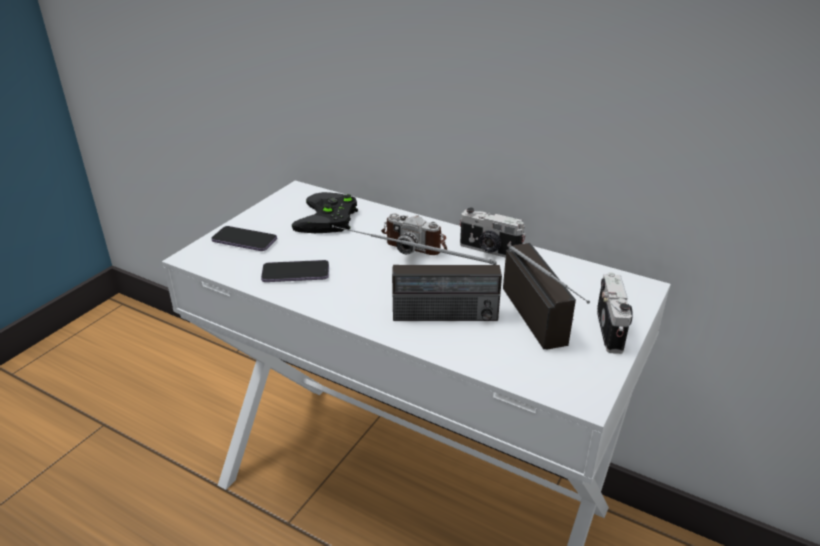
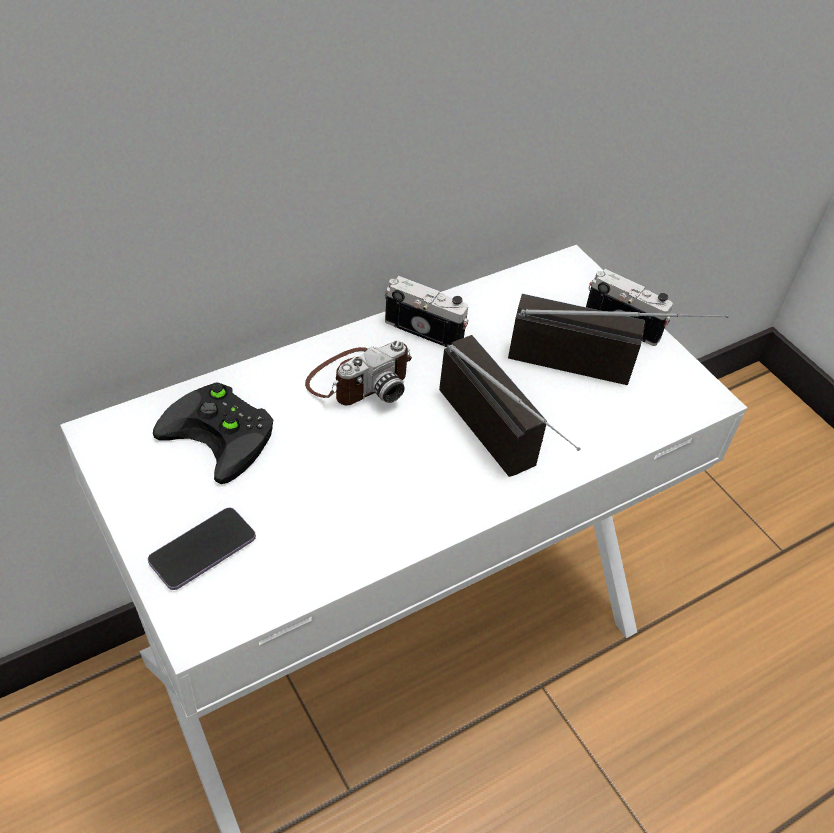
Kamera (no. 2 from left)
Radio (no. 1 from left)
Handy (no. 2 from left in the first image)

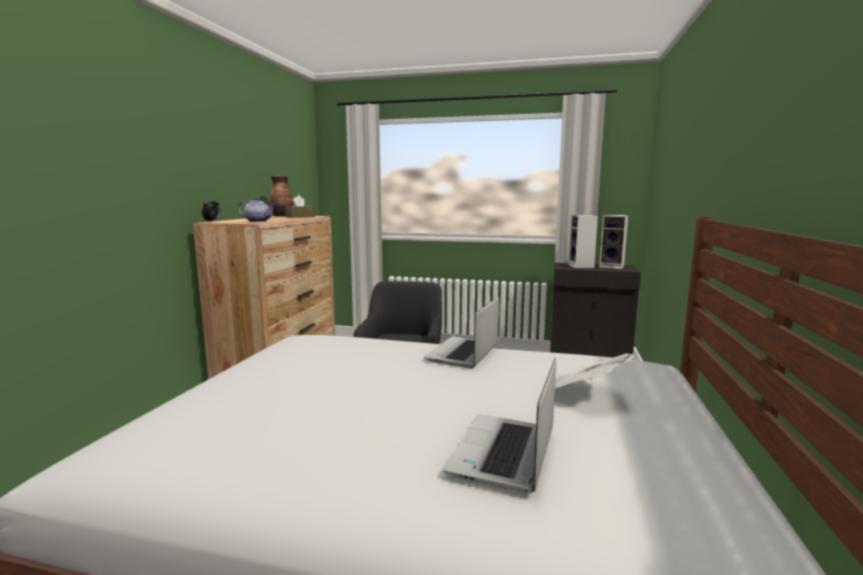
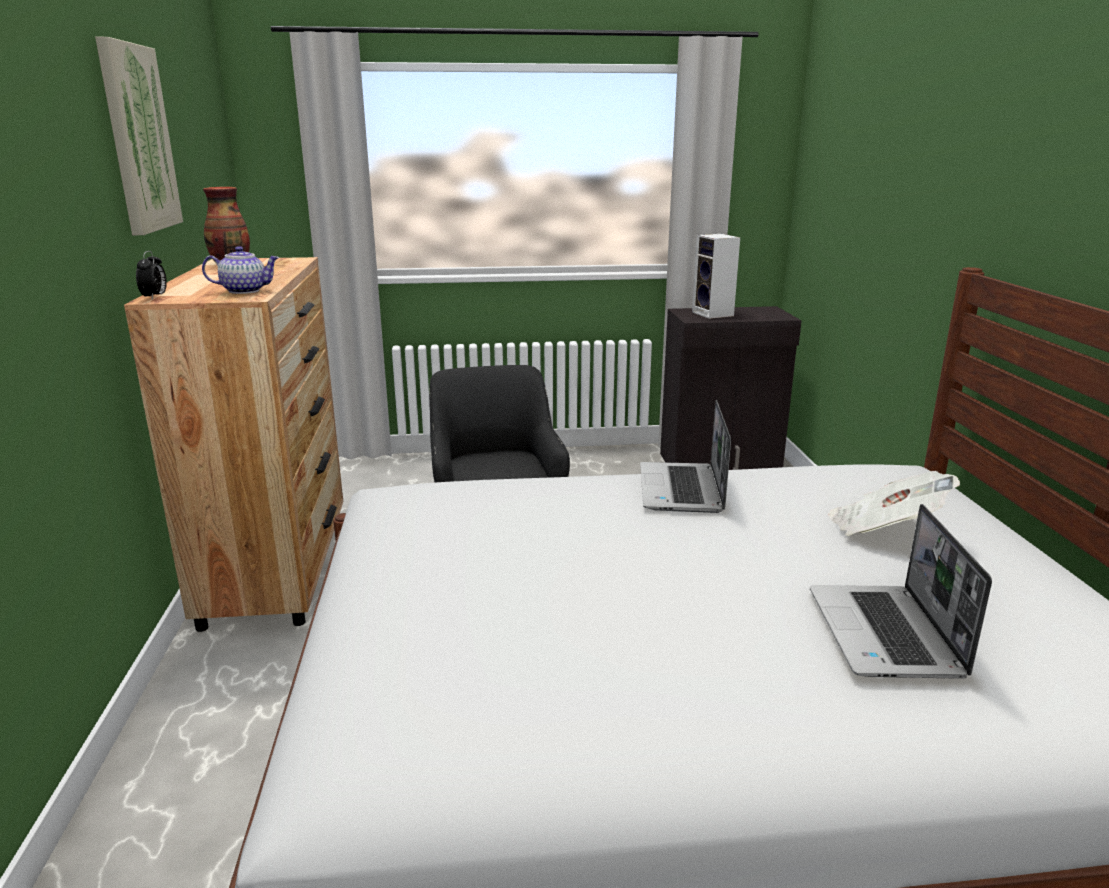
Bild
Taschentuchbox (braun)
Lautsprecher (no. 2 from left in the first image)

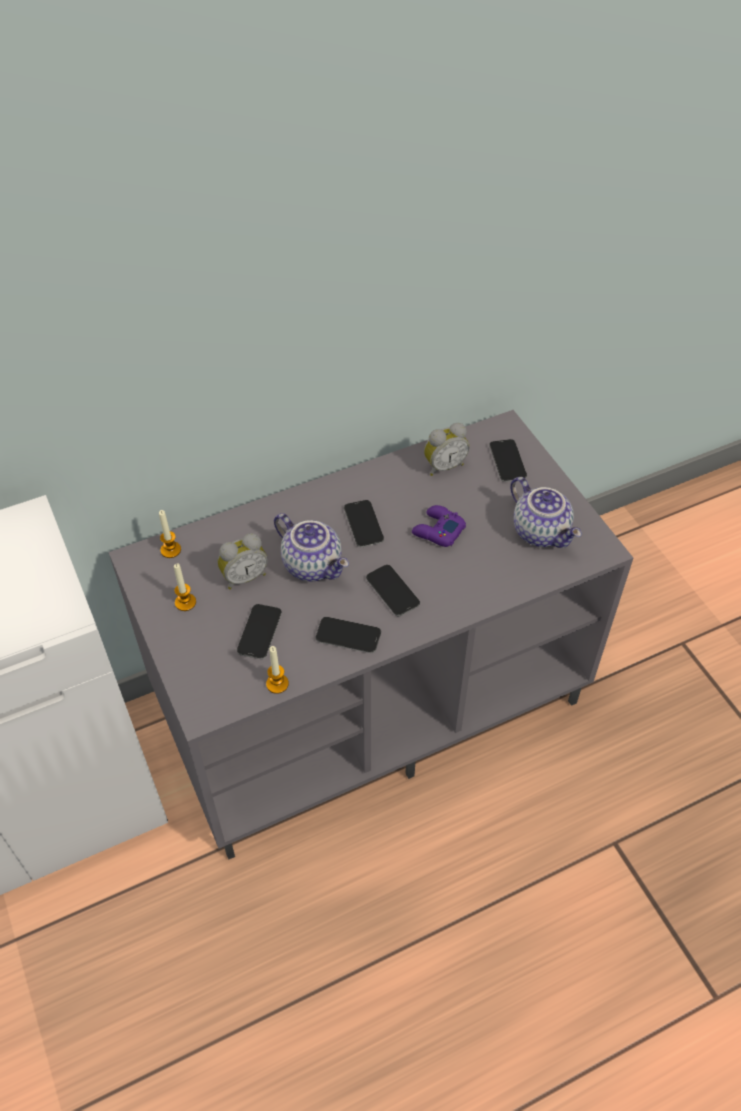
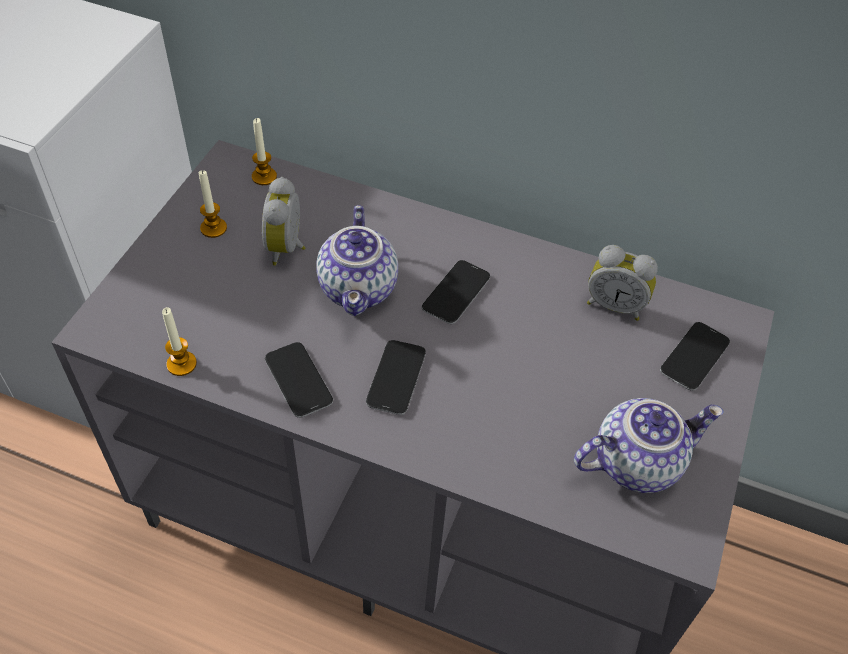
Wecker (no. 1 from left)
Teekanne (no. 2 from left)
Handy (no. 1 from left in the first image)
Gamepad (lila)

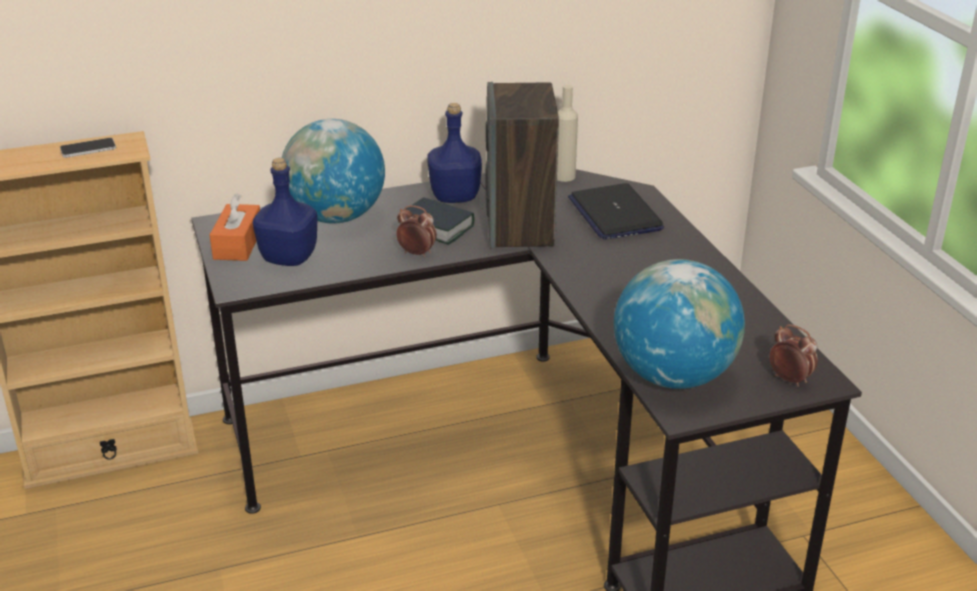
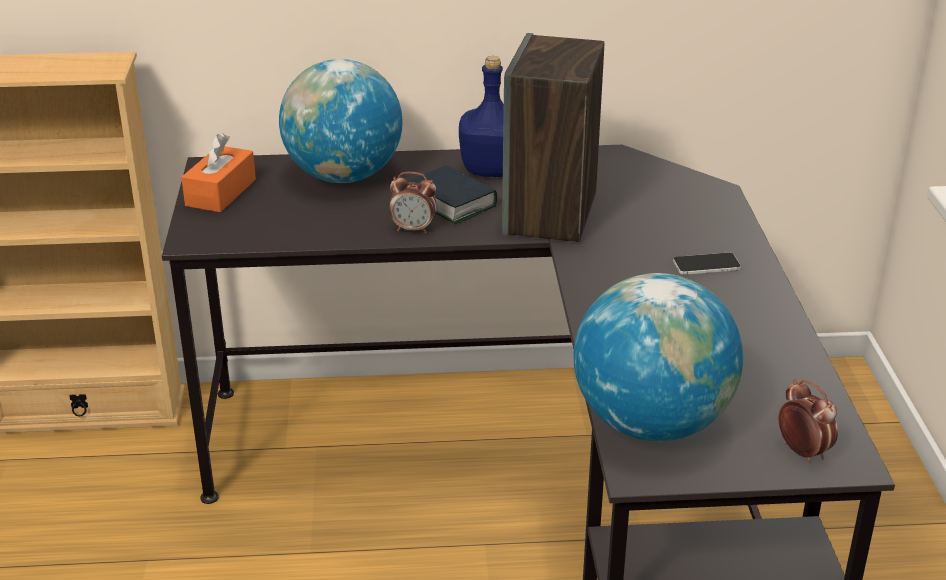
Wecker (no. 1 from left)
Handy
Flasche (blau) (no. 1 from left in the first image)
Flasche (beige)
Laptop

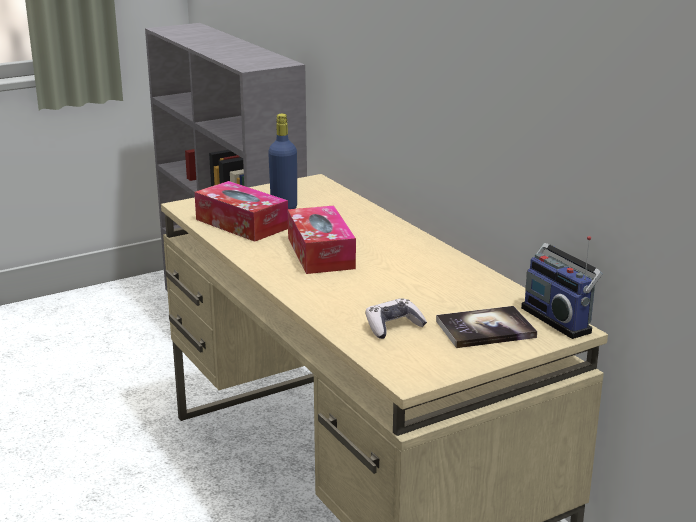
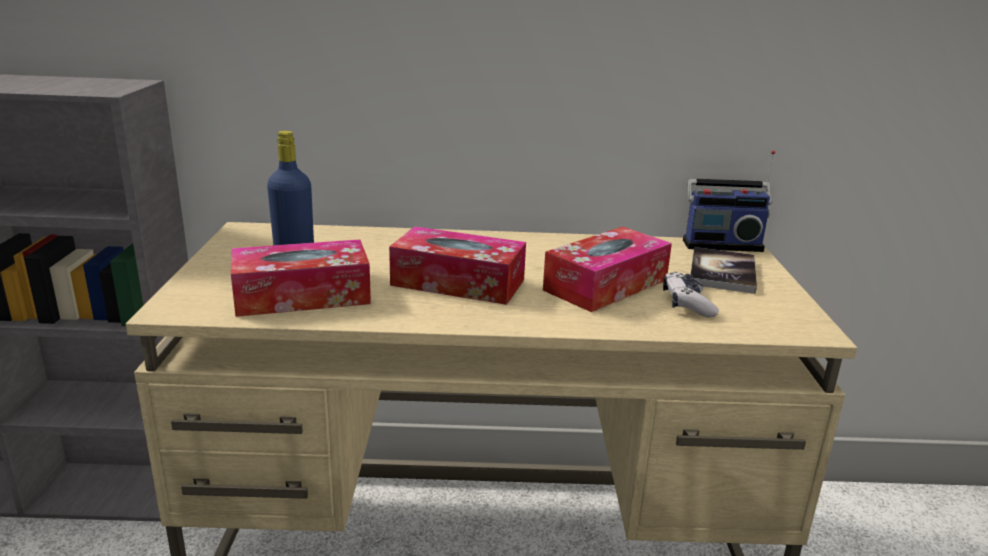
Taschentuchbox (no. 3 from left)

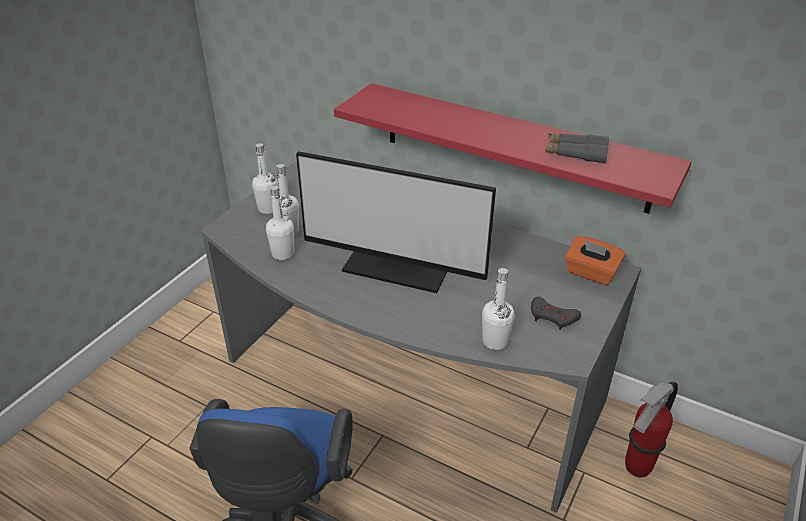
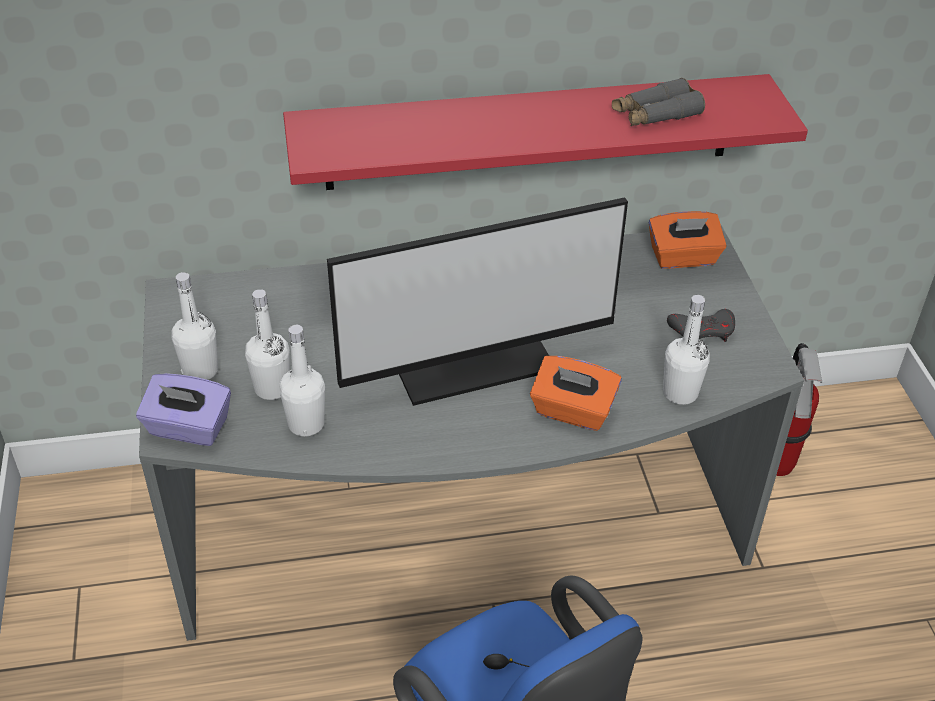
Taschentuchbox (lila)
Taschentuchbox (orange) (no. 1 from left)

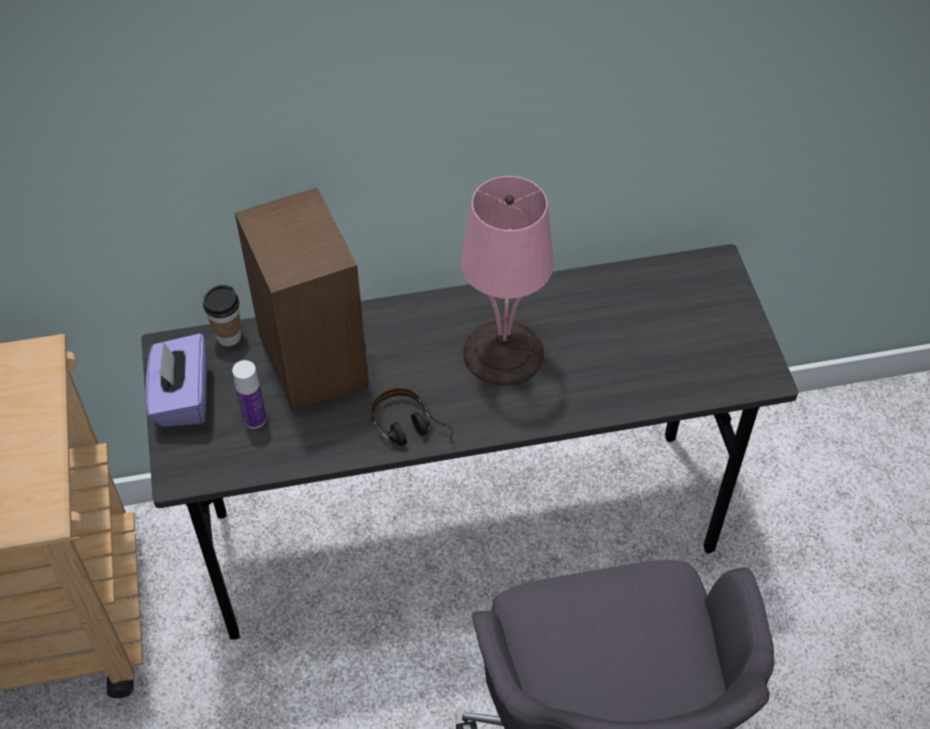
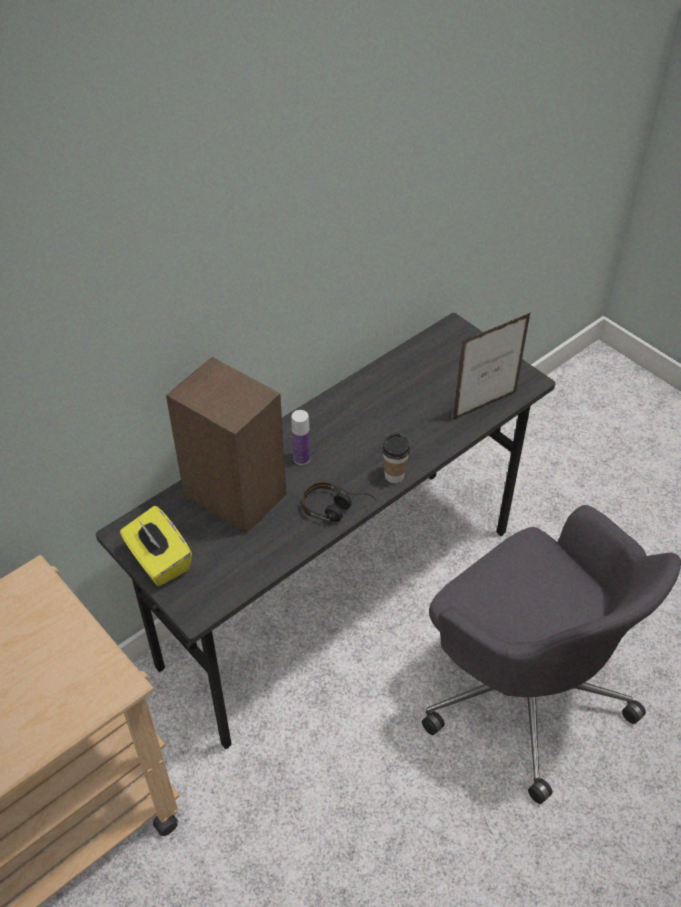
Taschentuchbox (gelb)
Flasche
Tasse
Bilderrahmen
Tischlampe (rosa)

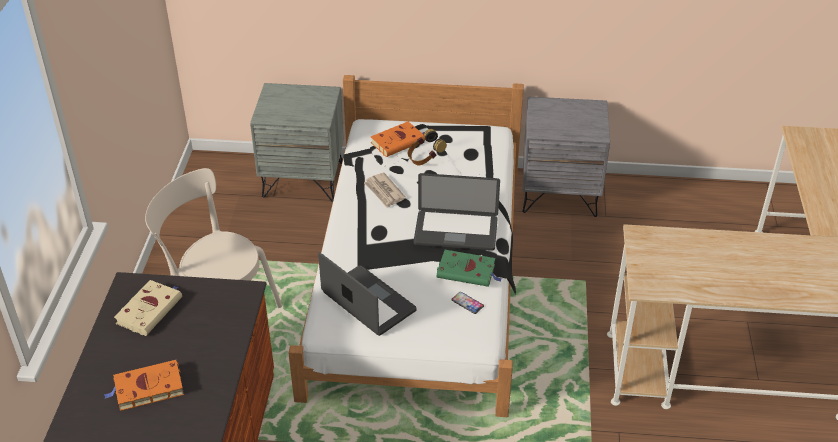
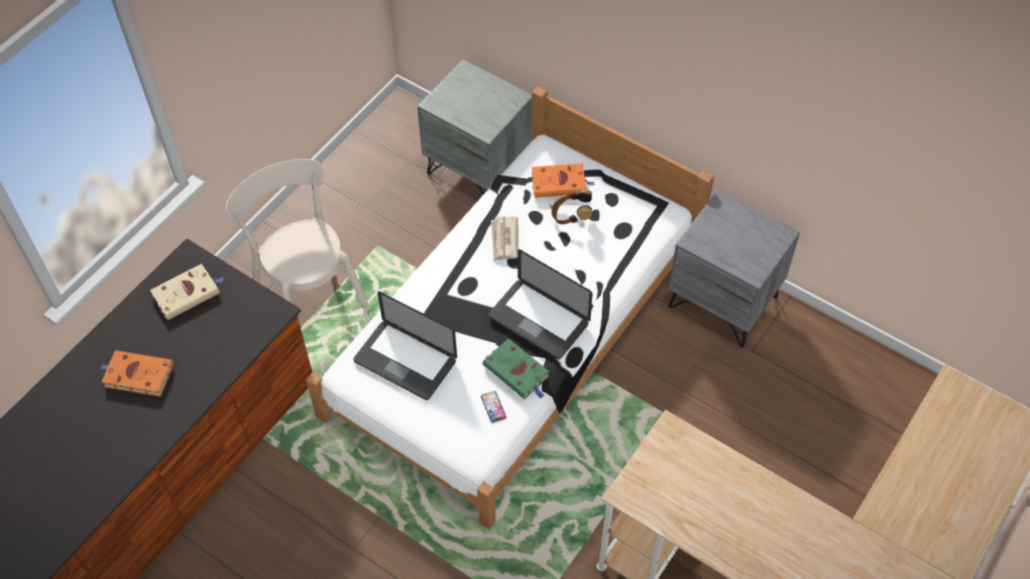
Laptop (no. 1 from left)

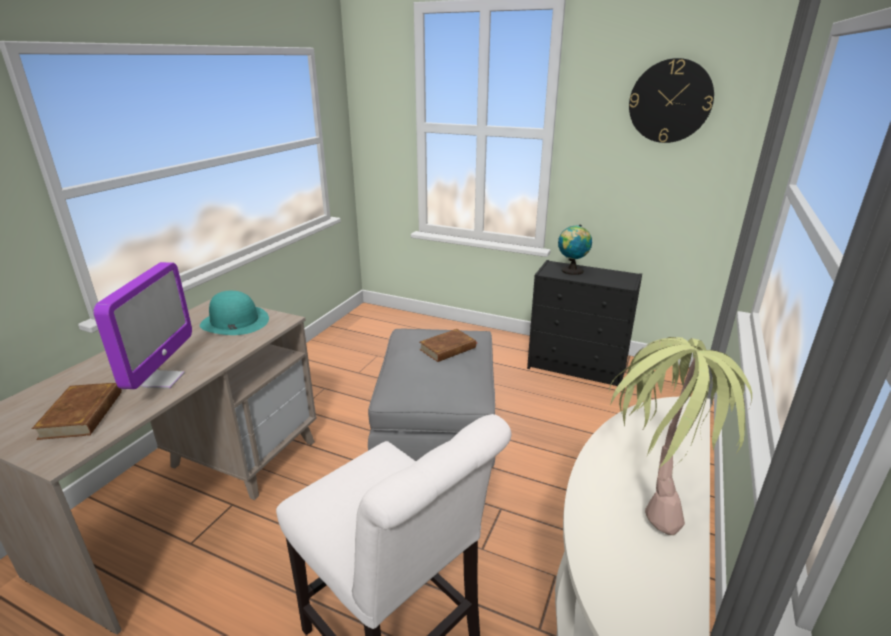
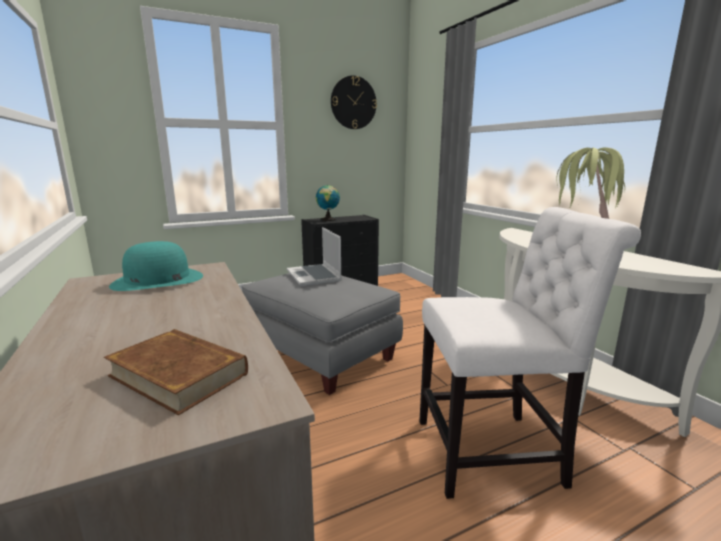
Laptop
Monitor

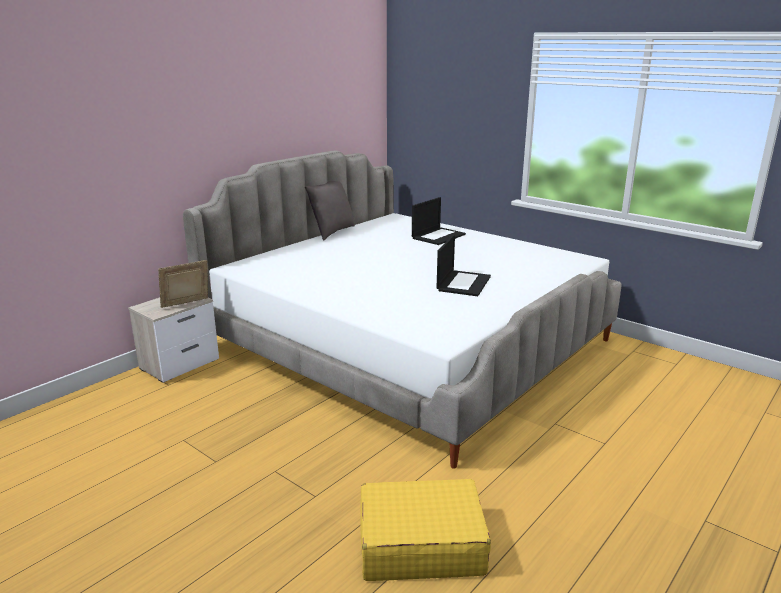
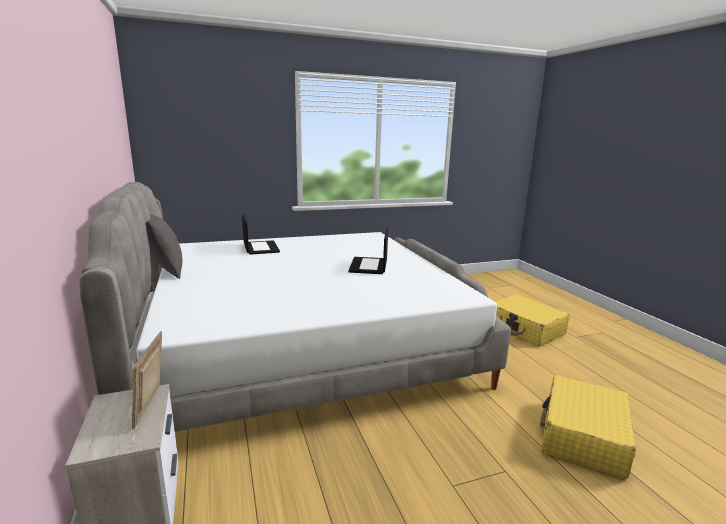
Laptop (no. 2 from left)
Koffer (gelb) (no. 1 from left)

